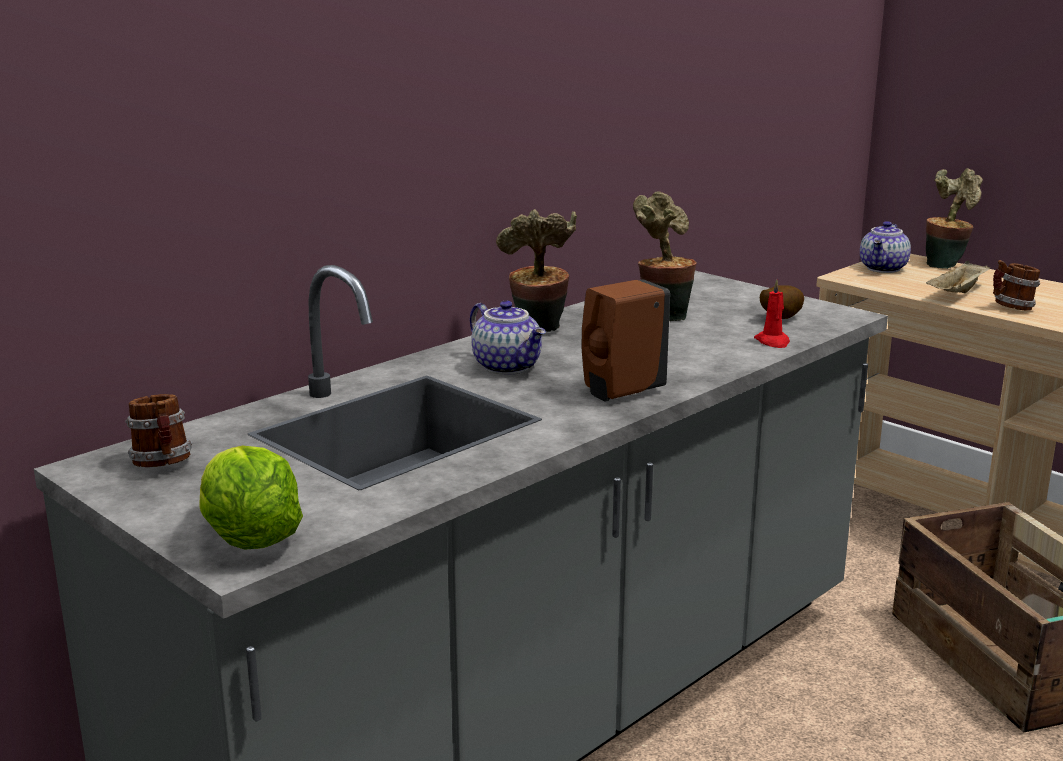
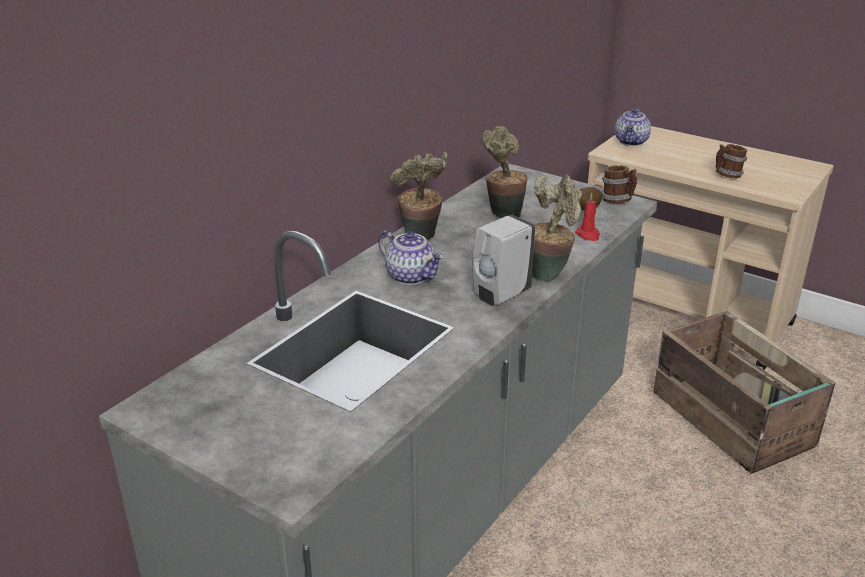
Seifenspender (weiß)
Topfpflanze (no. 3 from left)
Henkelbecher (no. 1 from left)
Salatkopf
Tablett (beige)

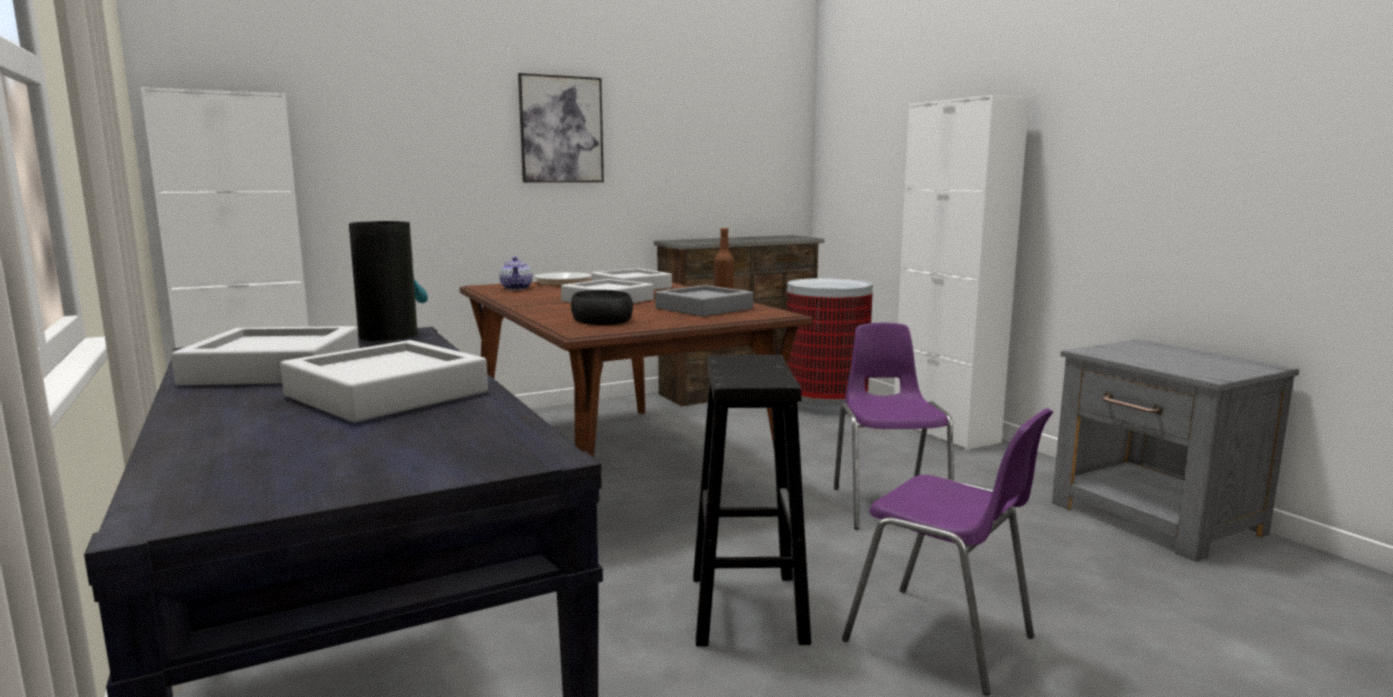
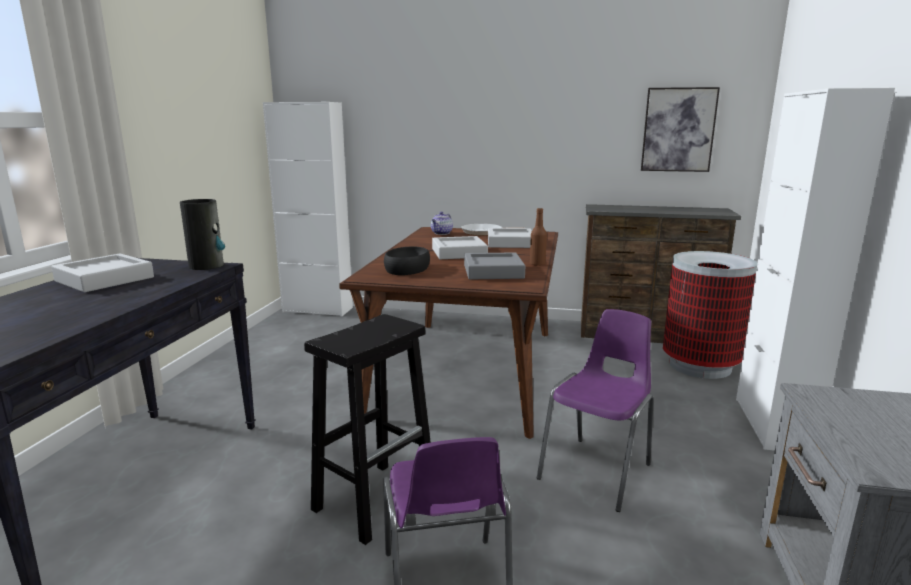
Bild
Tablett (grau) (no. 2 from left in the first image)

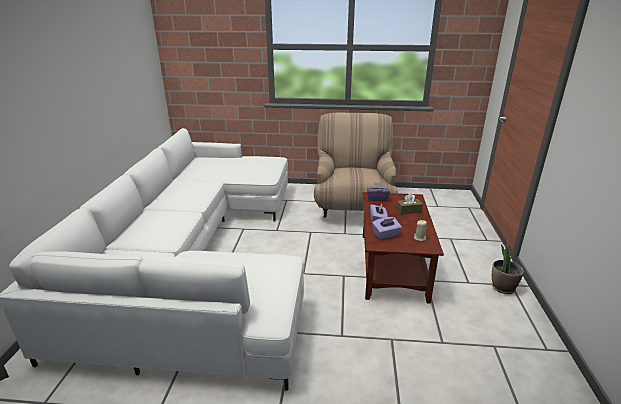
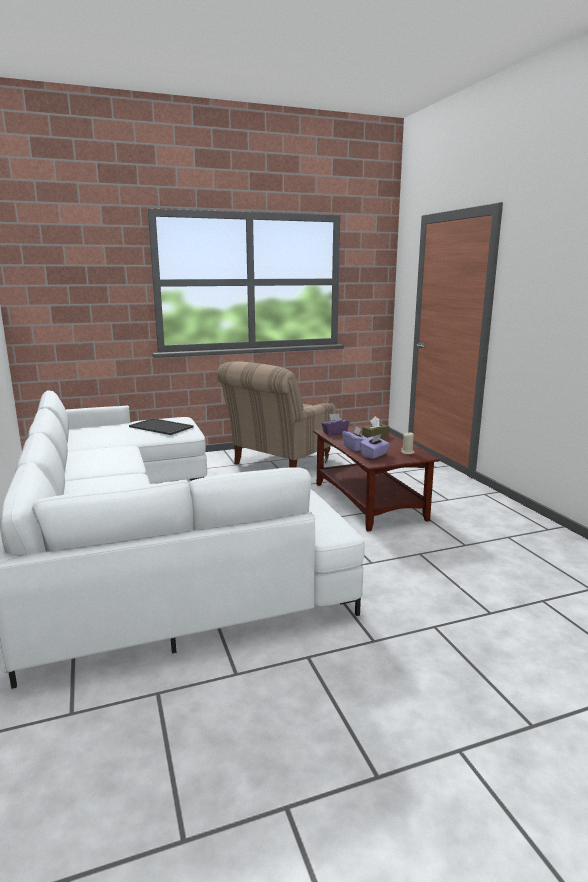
Tablett
Sessel (beige)
Topfpflanze

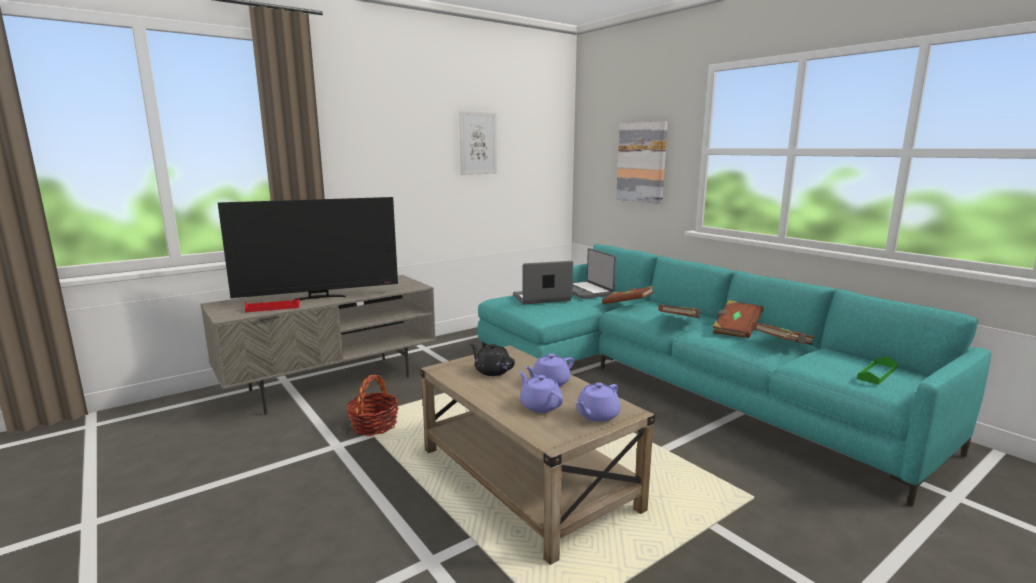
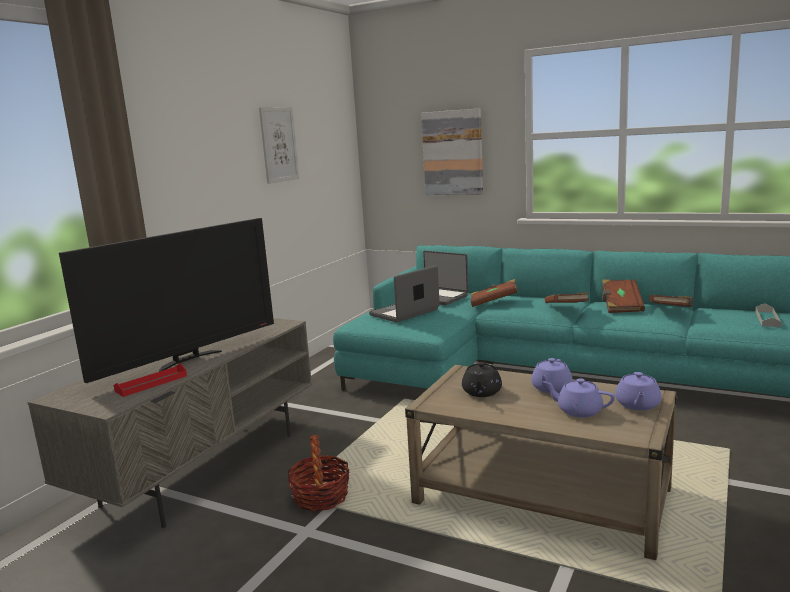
Teekanne (schwarz)
Tablett (grau)

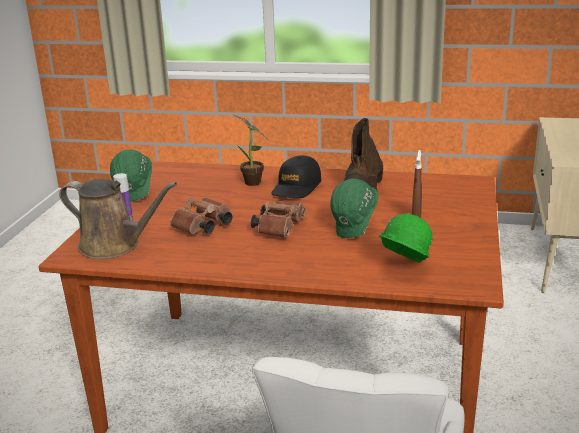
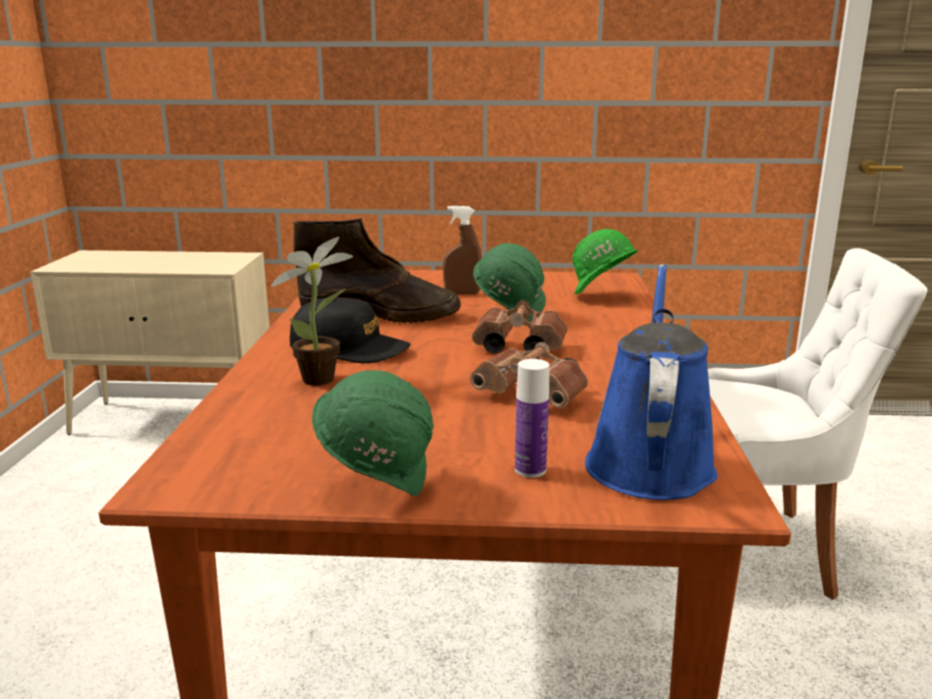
Gießkanne (blau)

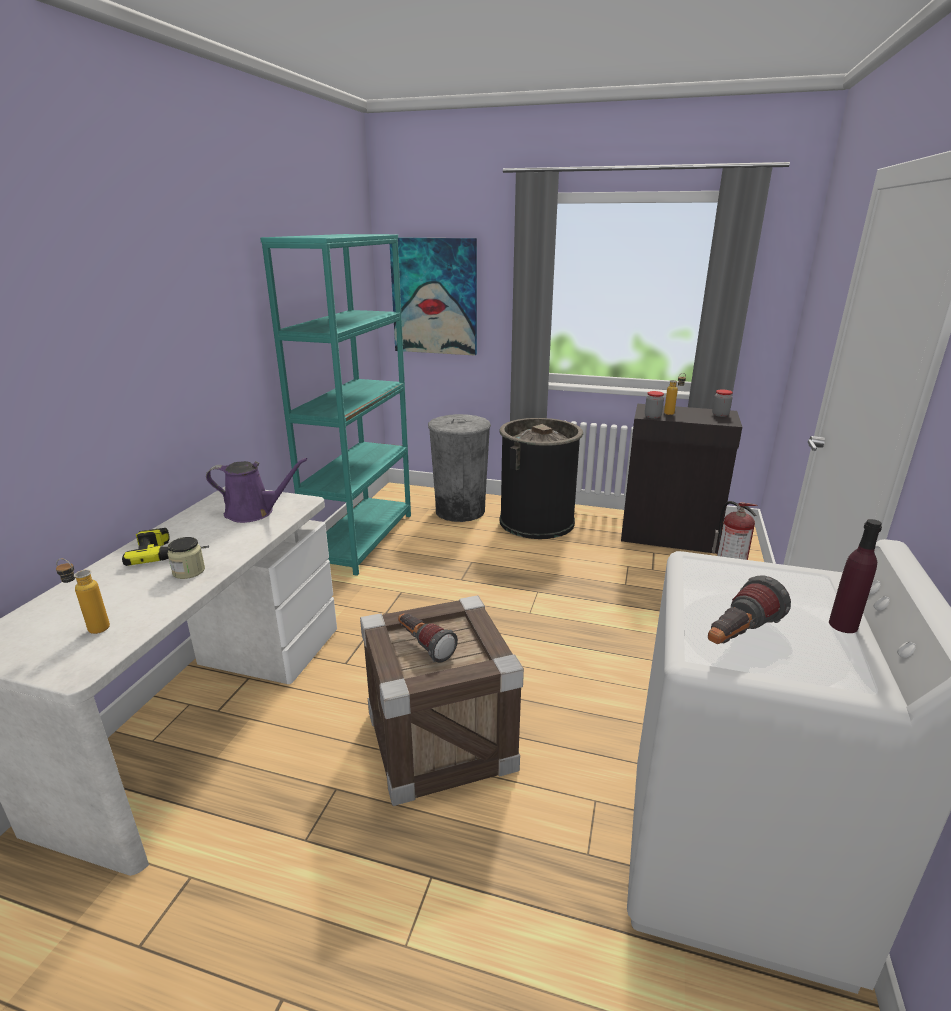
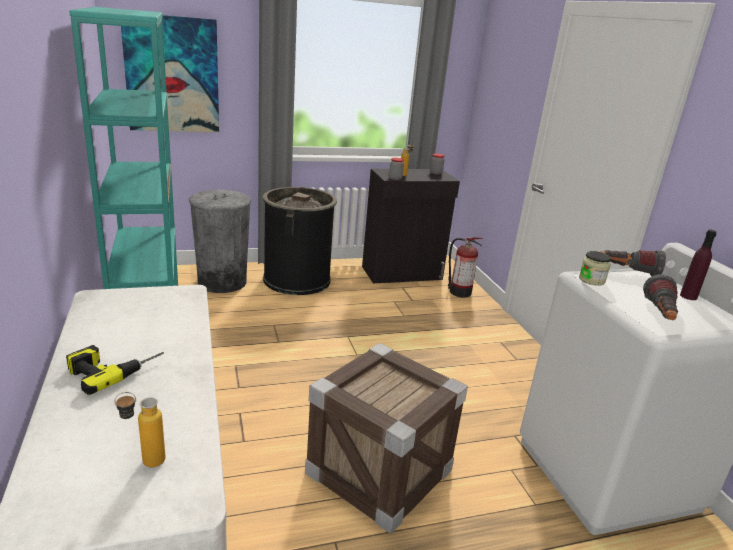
Vorratsglas (no. 3 from left)
Taschenlampe (no. 1 from left)
Gießkanne (lila)

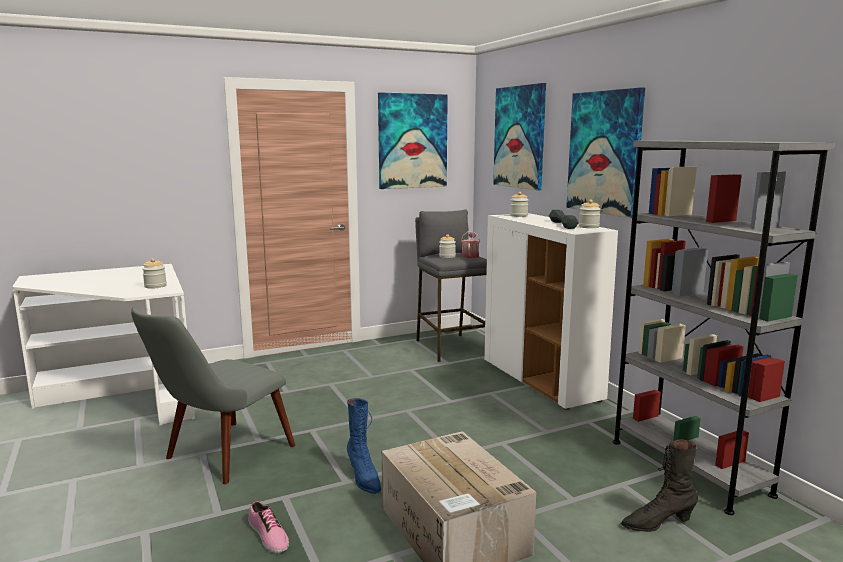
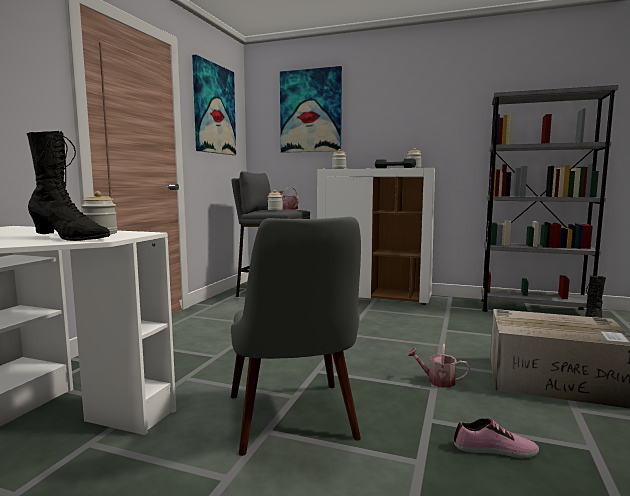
Stiefel (schwarz) (no. 1 from left)
Gießkanne (no. 2 from left)
Bild (no. 3 from left in the first image)

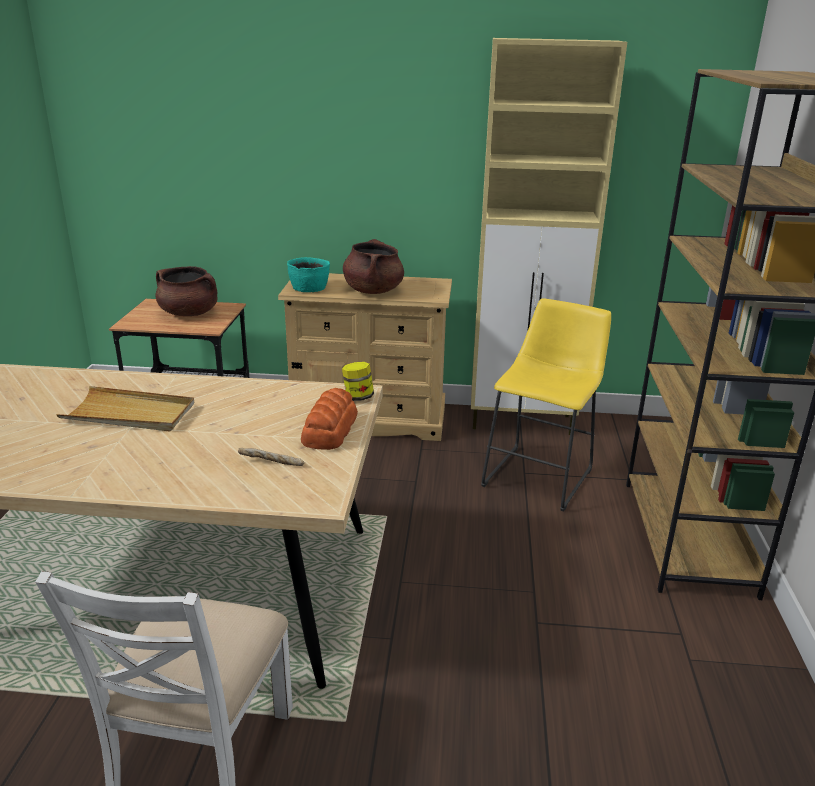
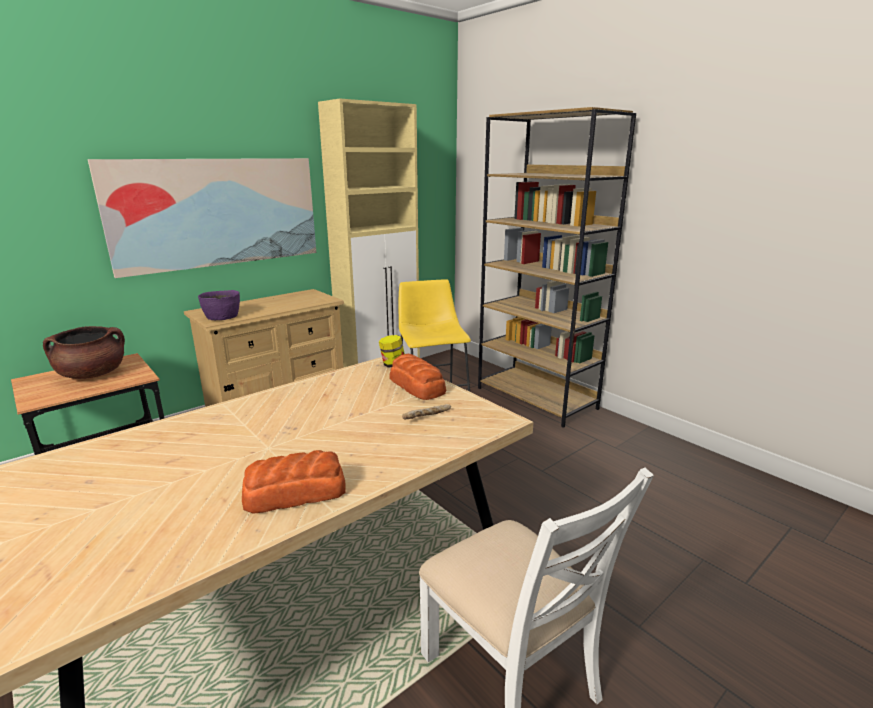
Bild
Schüssel (lila)
Brot (no. 1 from left)
Tablett (beige)
Kochtopf (braun) (no. 2 from left in the first image)

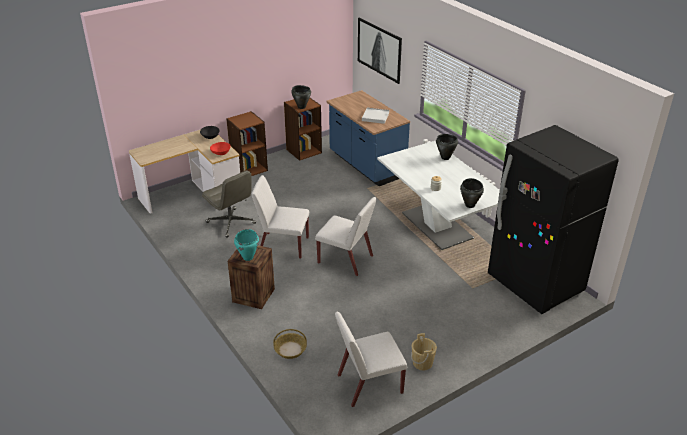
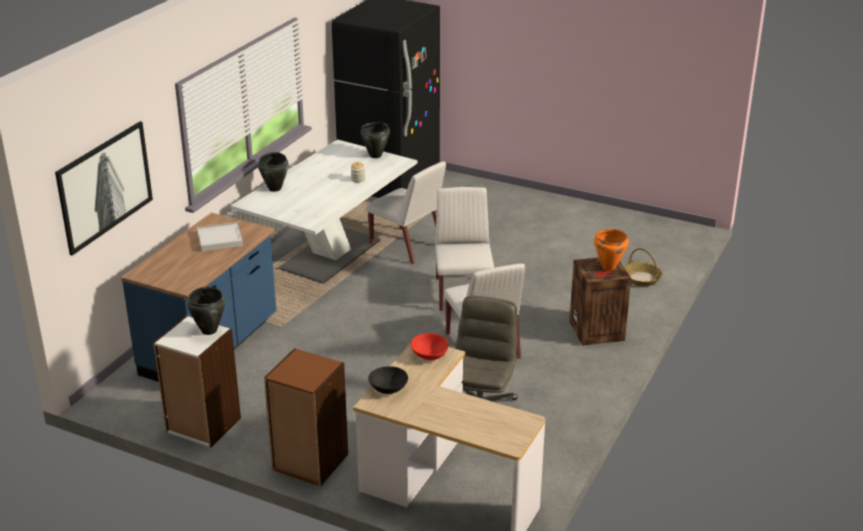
Bücherregal (weiß)
Stuhl (weiß) (no. 1 from left)
Kochtopf (orange)
Eimer (beige)

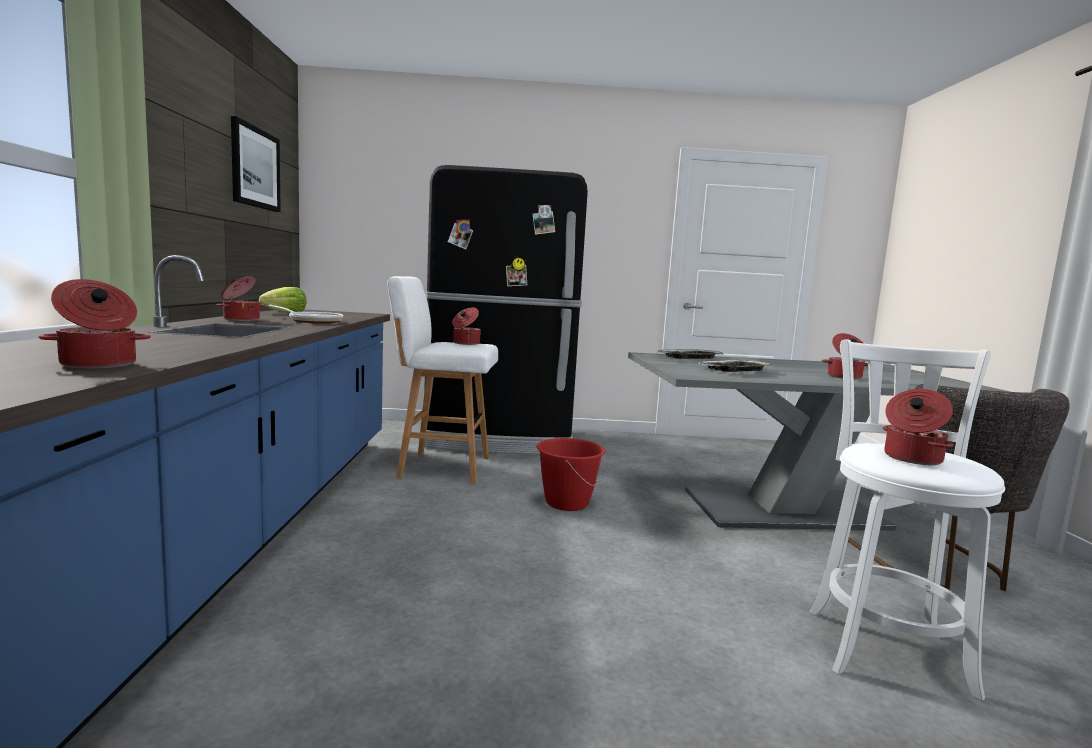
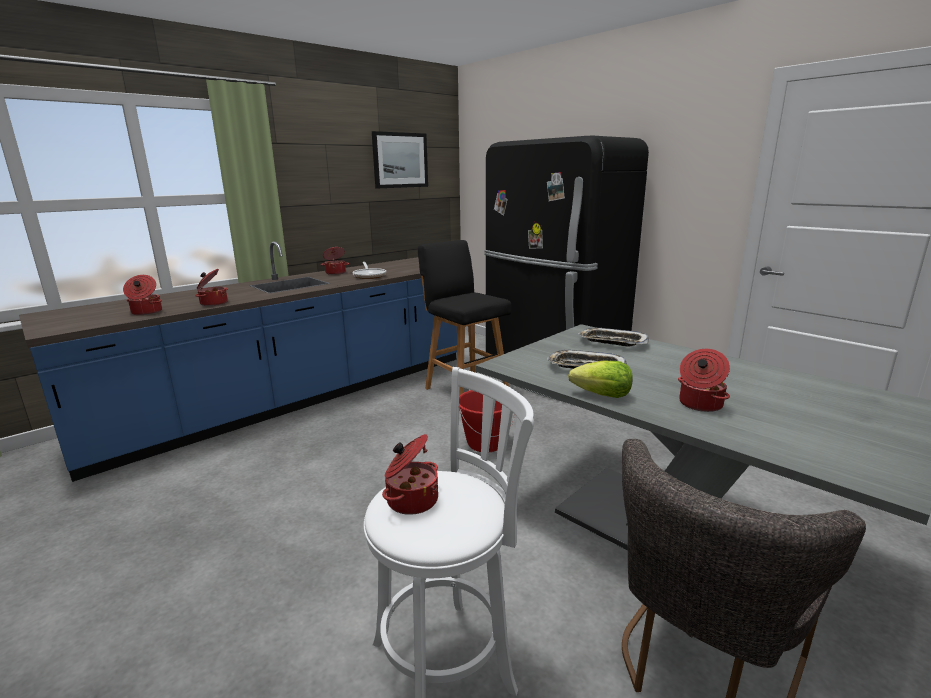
Kochtopf (no. 2 from left)
Hocker (schwarz)
Salatkopf

